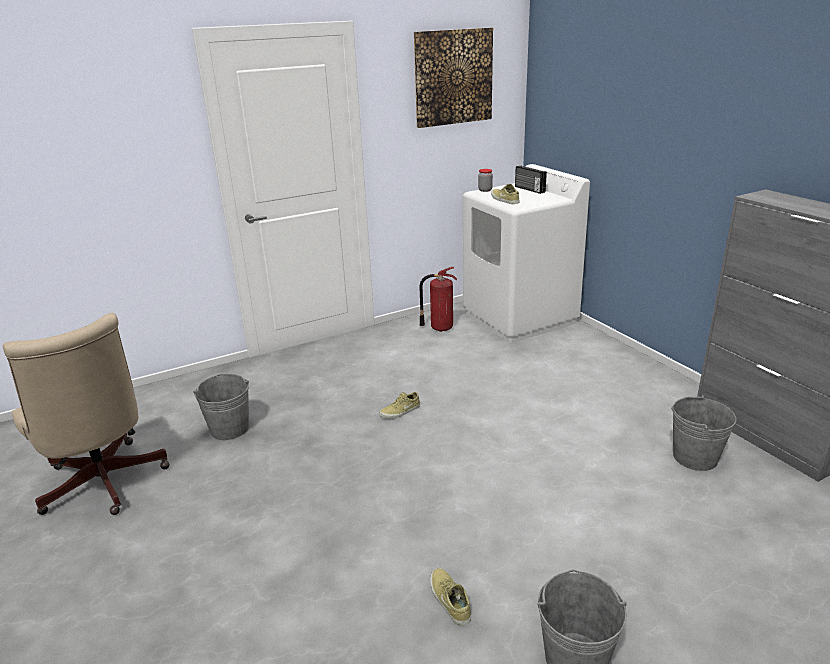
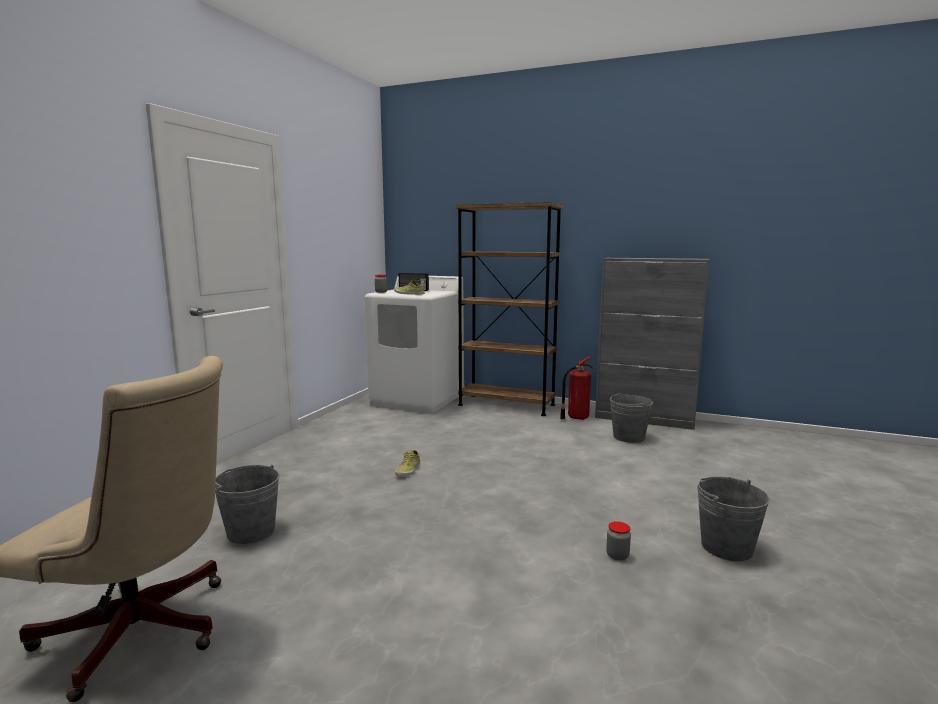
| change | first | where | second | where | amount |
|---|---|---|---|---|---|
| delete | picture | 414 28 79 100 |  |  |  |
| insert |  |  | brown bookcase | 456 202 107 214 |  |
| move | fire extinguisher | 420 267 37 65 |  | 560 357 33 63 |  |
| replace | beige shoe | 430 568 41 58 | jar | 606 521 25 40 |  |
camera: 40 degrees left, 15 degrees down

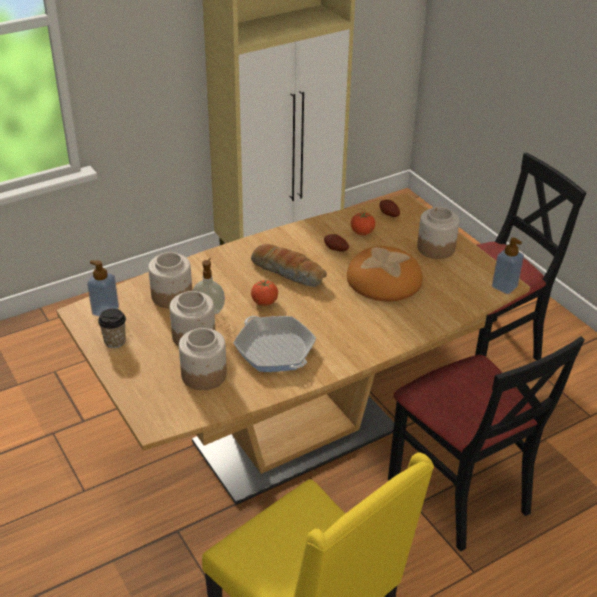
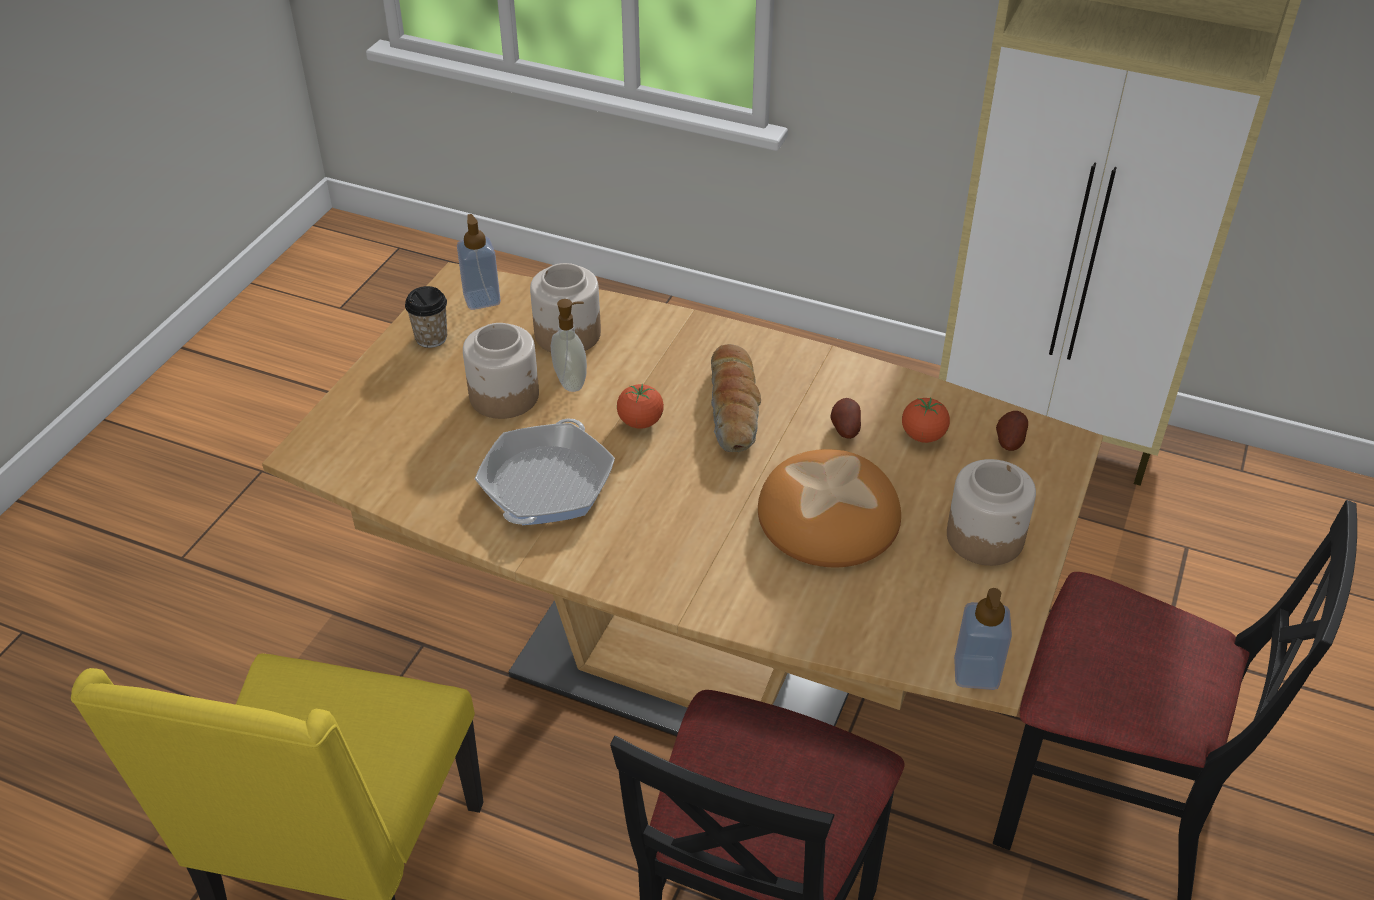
| change | first | where | second | where | amount |
|---|---|---|---|---|---|
| delete | jar | 179 328 48 62 |  |  |  |
camera: 55 degrees right, 5 degrees up

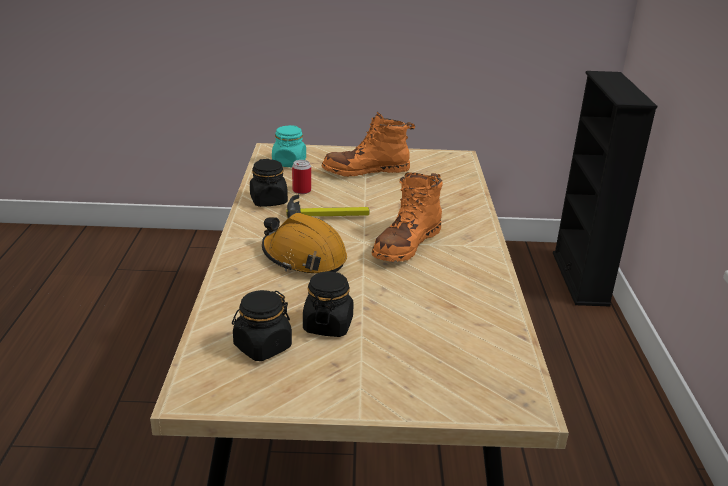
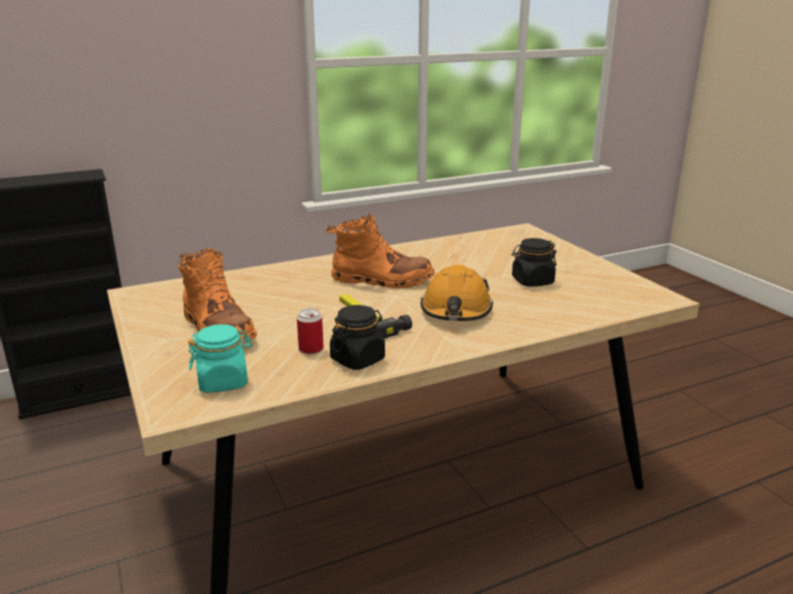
| change | first | where | second | where | amount |
|---|---|---|---|---|---|
| delete | black jar | 232 290 60 71 |  |  |  |
camera: 115 degrees left, 5 degrees down

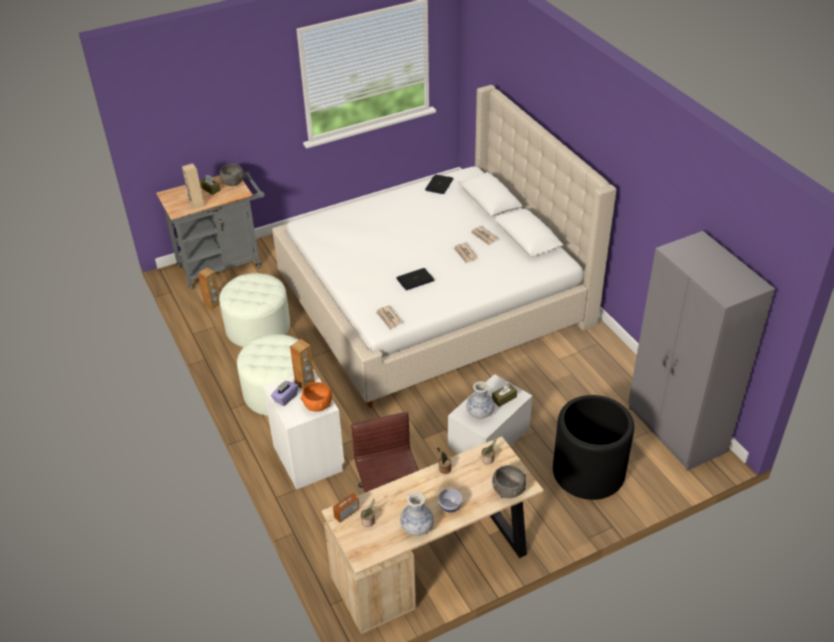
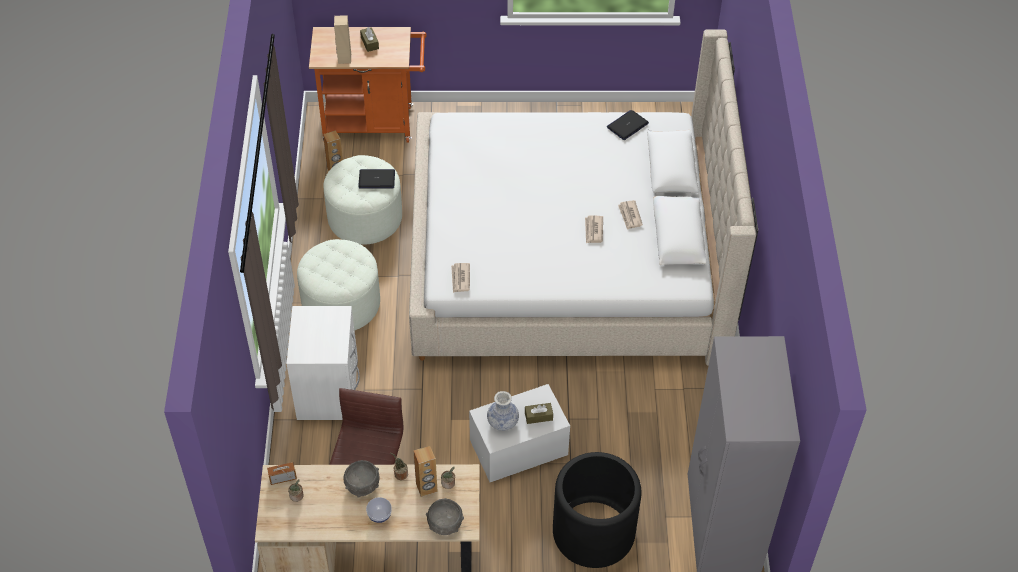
| change | first | where | second | where | amount |
|---|---|---|---|---|---|
| delete | purple tissue box | 271 380 27 26 |  |  |  |
| delete | orange bowl | 301 382 32 30 |  |  |  |
| delete | vase | 400 492 34 44 |  |  |  |
| move | grey bowl | 220 164 24 22 |  | 343 460 37 38 |  |
| move | brown speaker | 290 339 25 50 |  | 414 446 24 51 |  |
| move | laptop | 396 268 38 22 |  | 358 169 37 19 |  |
| recolor | grey cart | 156 172 109 118 | orange cart | 309 27 117 116 |  |
camera: 25 degrees right, 10 degrees up

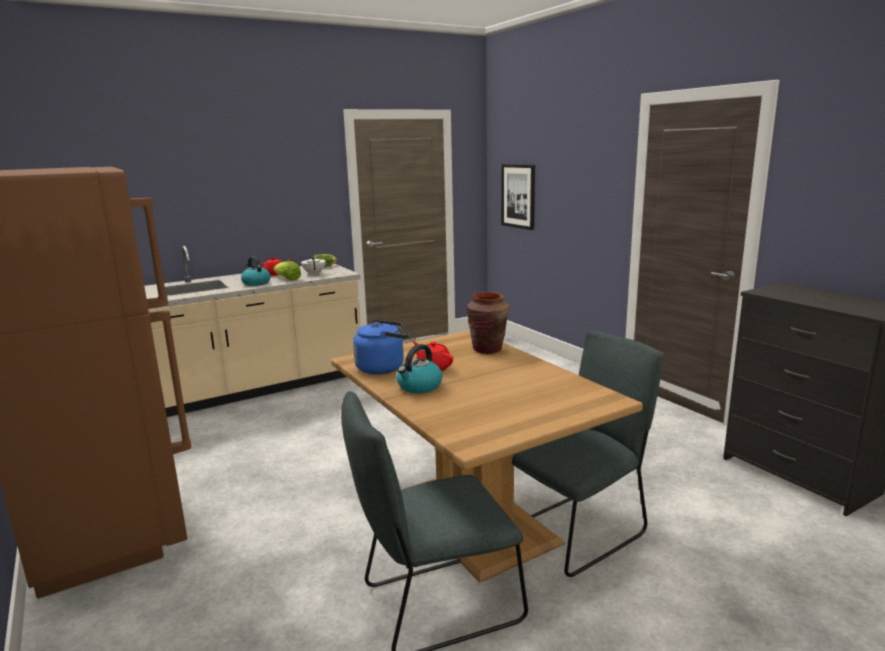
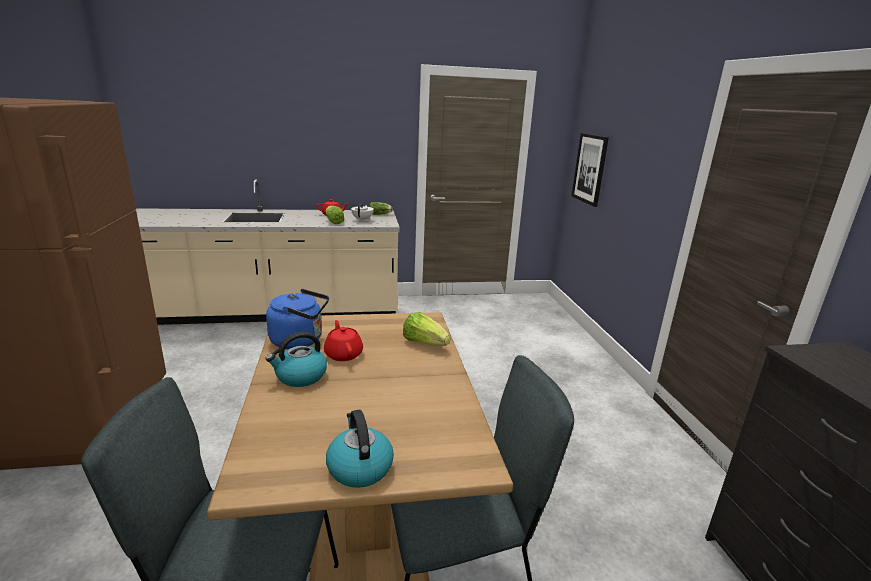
| change | first | where | second | where | amount |
|---|---|---|---|---|---|
| move | kettle | 241 257 30 29 |  | 326 410 68 78 |  |
| replace | brown vase | 467 292 42 62 | lettuce | 403 312 47 34 |  |
camera: 20 degrees right, 5 degrees up

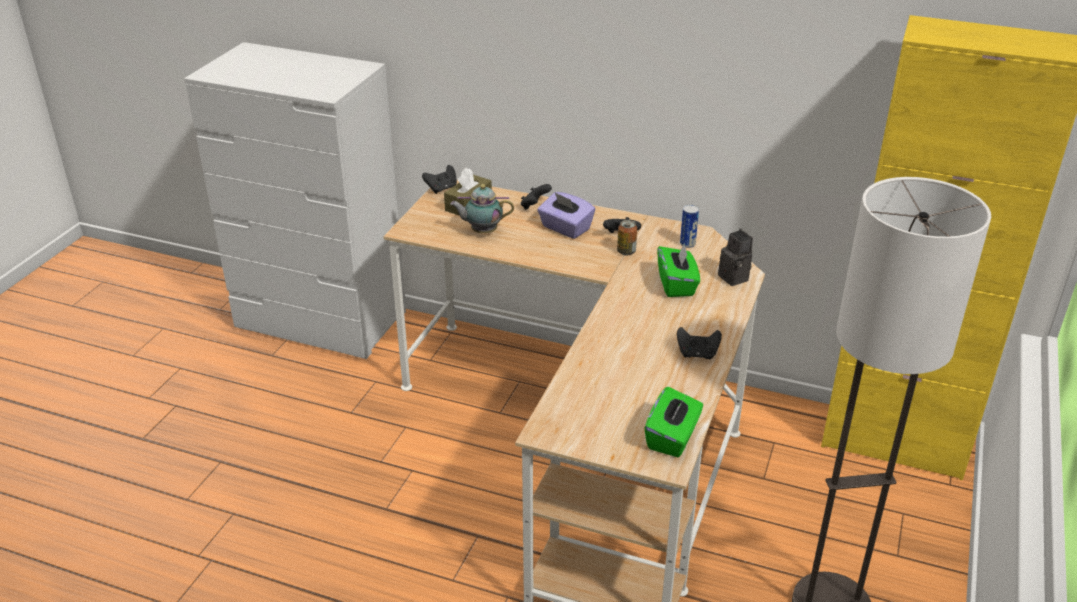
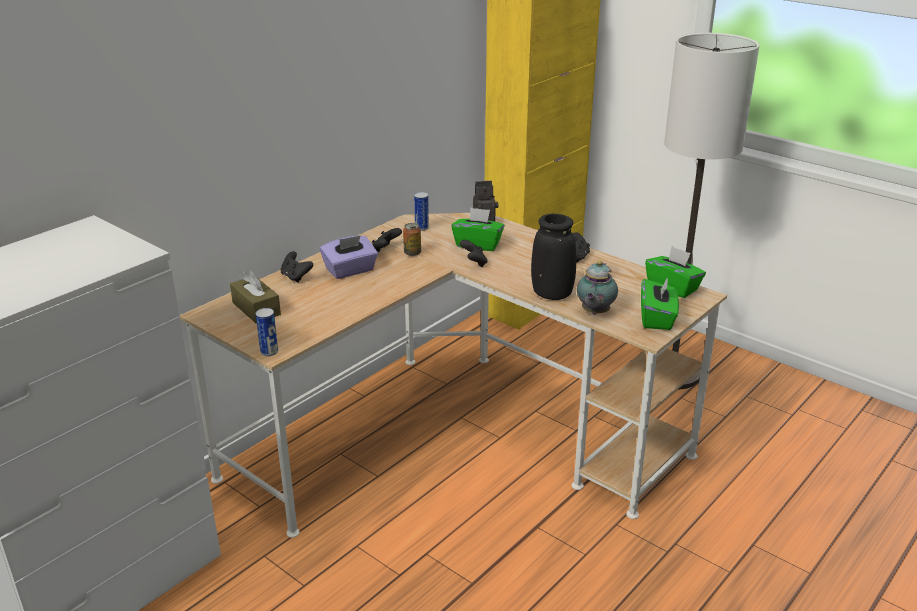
| change | first | where | second | where | amount |
|---|---|---|---|---|---|
| insert |  |  | can | 256 308 22 48 |  |
| insert |  |  | black vase | 531 214 45 86 |  |
| insert |  |  | green tissue box | 641 277 38 53 |  |
| move | black game controller | 422 165 35 29 |  | 460 240 28 27 |  |
| move | teapot | 450 184 64 49 |  | 577 261 41 54 |  |
camera: 70 degrees left, 5 degrees down

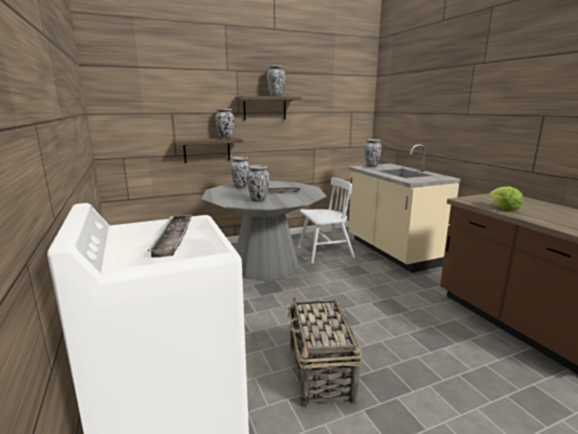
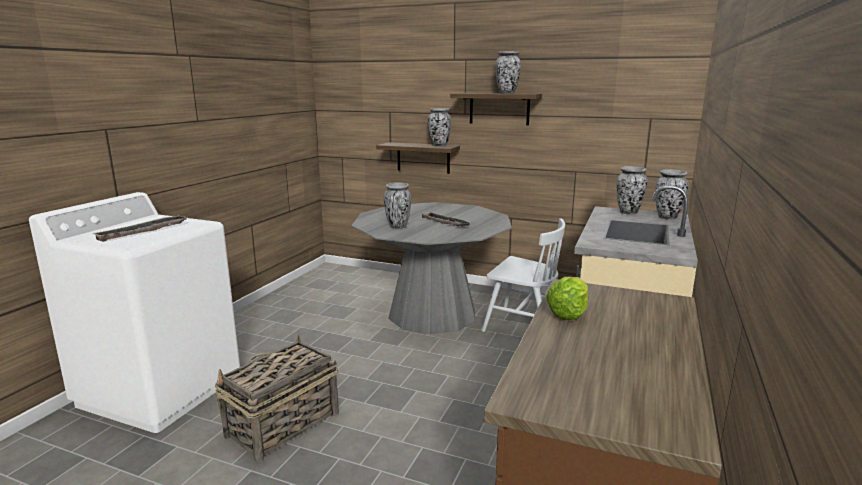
| change | first | where | second | where | amount |
|---|---|---|---|---|---|
| move | vase | 230 157 20 32 |  | 655 169 34 51 |  |
camera: 45 degrees right, 0 degrees up

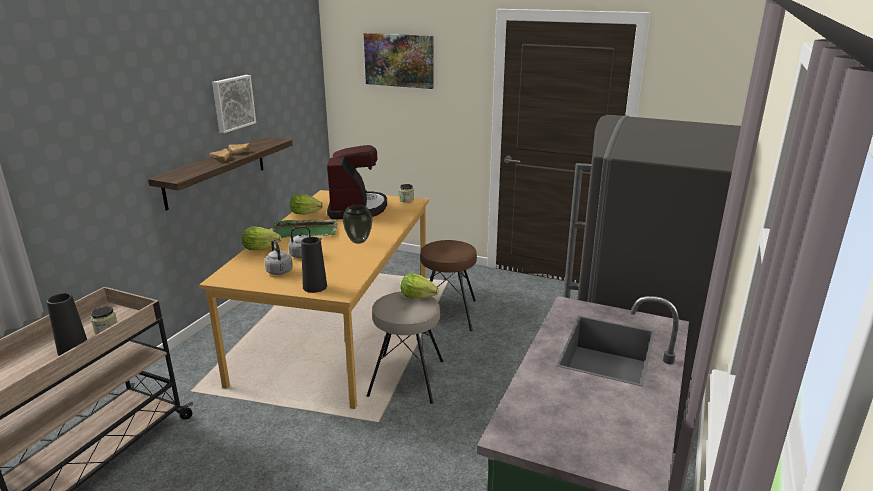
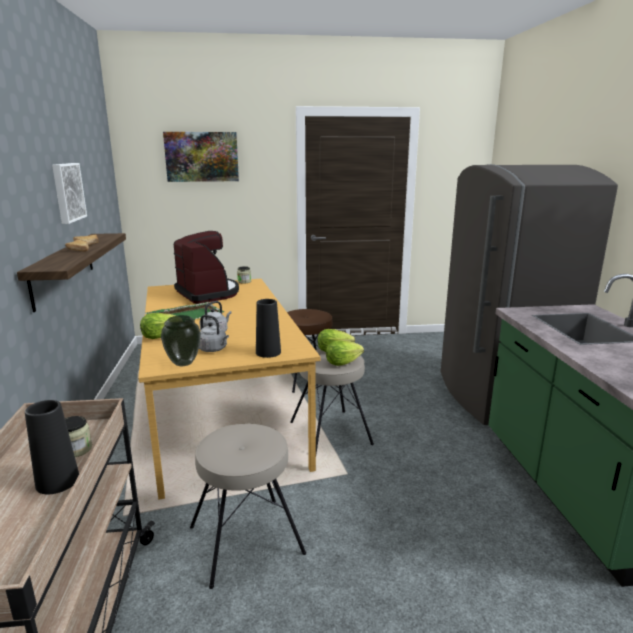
| change | first | where | second | where | amount |
|---|---|---|---|---|---|
| insert |  |  | beige stool | 190 424 116 165 |  |
| move | lettuce | 290 194 33 21 |  | 326 340 38 26 |  |
| move | vase | 343 204 30 40 |  | 161 315 40 51 |  |
camera: 30 degrees left, 5 degrees down

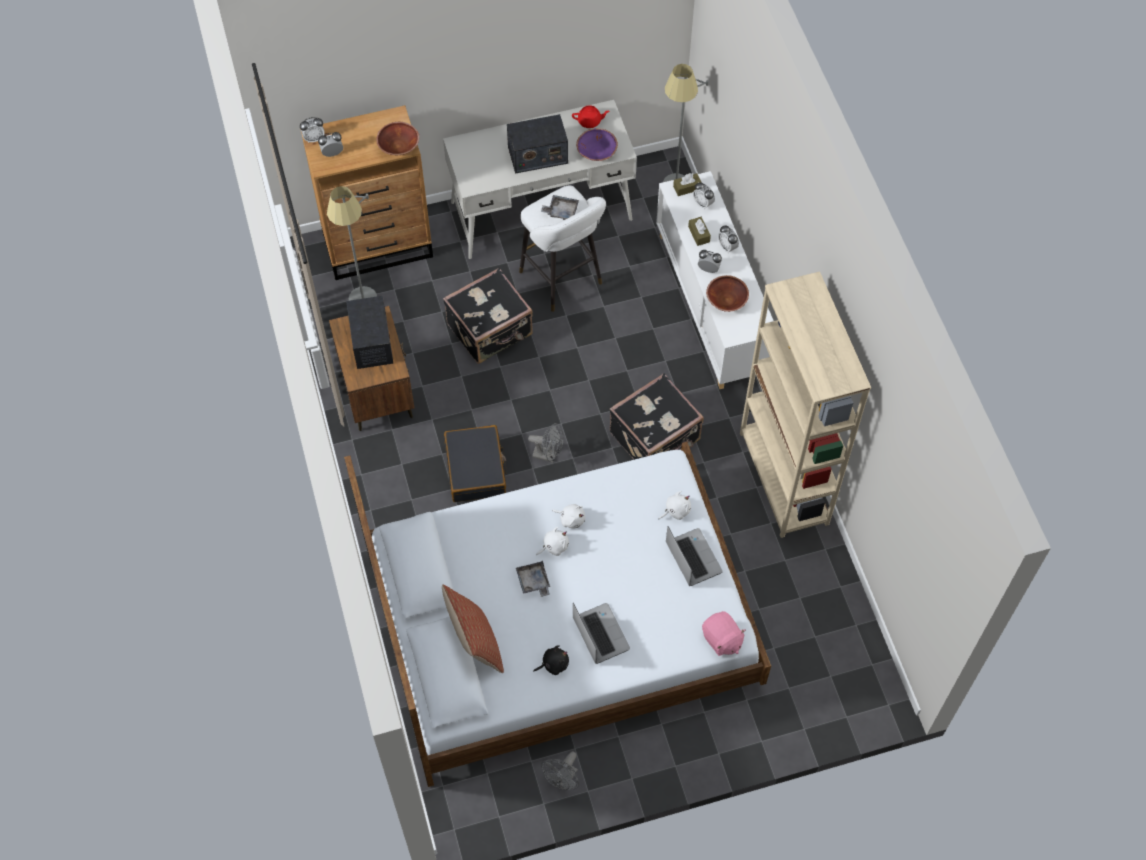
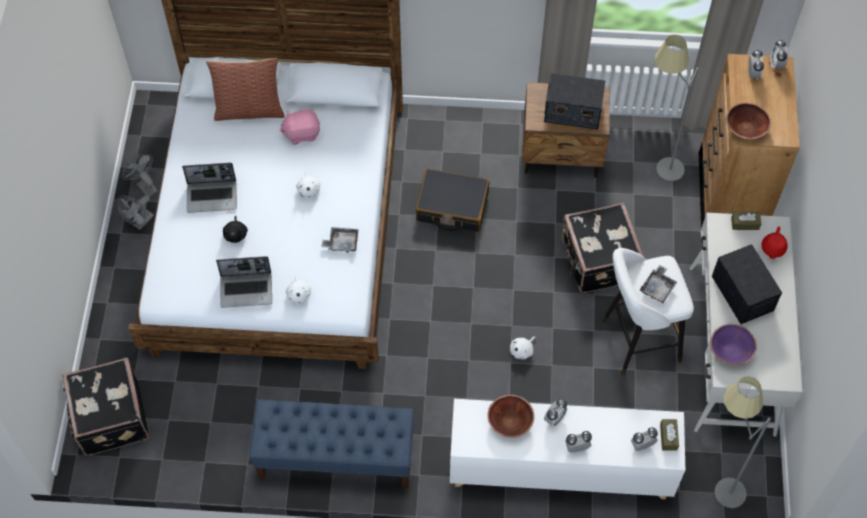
| change | first | where | second | where | amount |
|---|---|---|---|---|---|
| move | grey tray | 516 560 34 37 |  | 322 227 37 26 |  |
| move | grey fan | 528 423 36 40 |  | 118 195 36 35 |  |
| move | black plush toy | 533 645 36 30 |  | 223 216 25 27 |  |
| move | white plush toy | 552 504 33 25 |  | 510 336 26 23 |  |
| move | red teapot | 572 105 38 23 |  | 762 226 26 33 |  |
| move | black suitcase | 610 373 94 87 |  | 62 358 87 98 |  |
| move | brown tissue box | 688 217 23 29 |  | 731 212 30 18 |  |
| move | pink plush toy | 702 611 44 45 |  | 279 109 41 36 |  |
| replace | beige bookcase | 740 271 131 267 | blue bench | 249 400 165 88 |  |
| rotate | radio | 507 114 61 60 |  | 712 244 70 80 | 150 degrees clockwise |
camera: 110 degrees right, 0 degrees up

